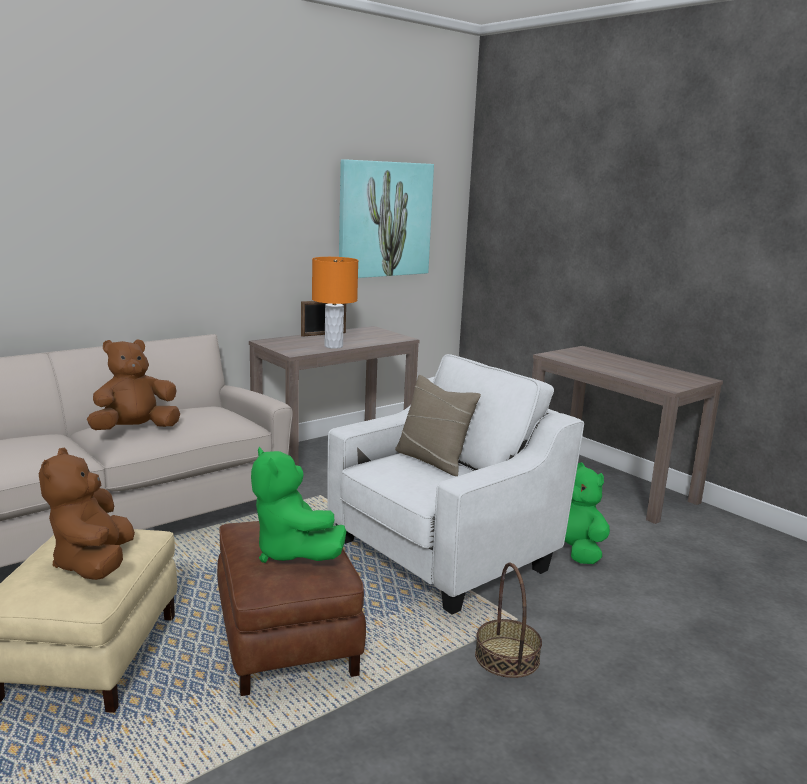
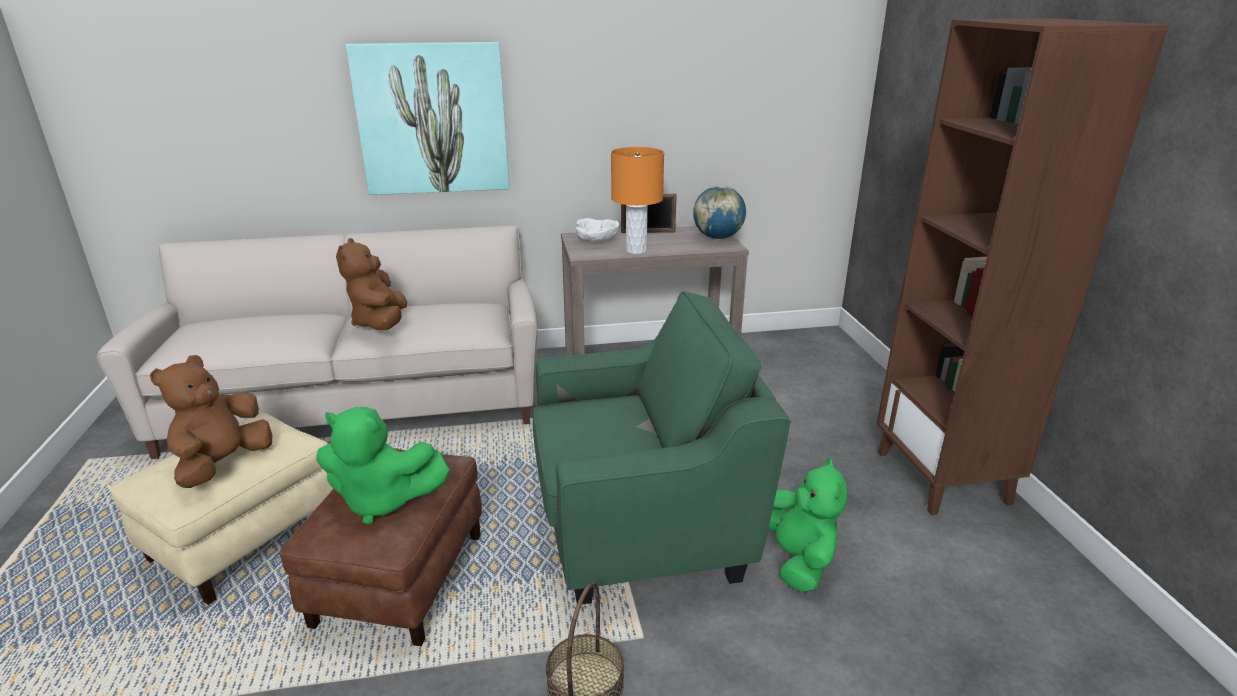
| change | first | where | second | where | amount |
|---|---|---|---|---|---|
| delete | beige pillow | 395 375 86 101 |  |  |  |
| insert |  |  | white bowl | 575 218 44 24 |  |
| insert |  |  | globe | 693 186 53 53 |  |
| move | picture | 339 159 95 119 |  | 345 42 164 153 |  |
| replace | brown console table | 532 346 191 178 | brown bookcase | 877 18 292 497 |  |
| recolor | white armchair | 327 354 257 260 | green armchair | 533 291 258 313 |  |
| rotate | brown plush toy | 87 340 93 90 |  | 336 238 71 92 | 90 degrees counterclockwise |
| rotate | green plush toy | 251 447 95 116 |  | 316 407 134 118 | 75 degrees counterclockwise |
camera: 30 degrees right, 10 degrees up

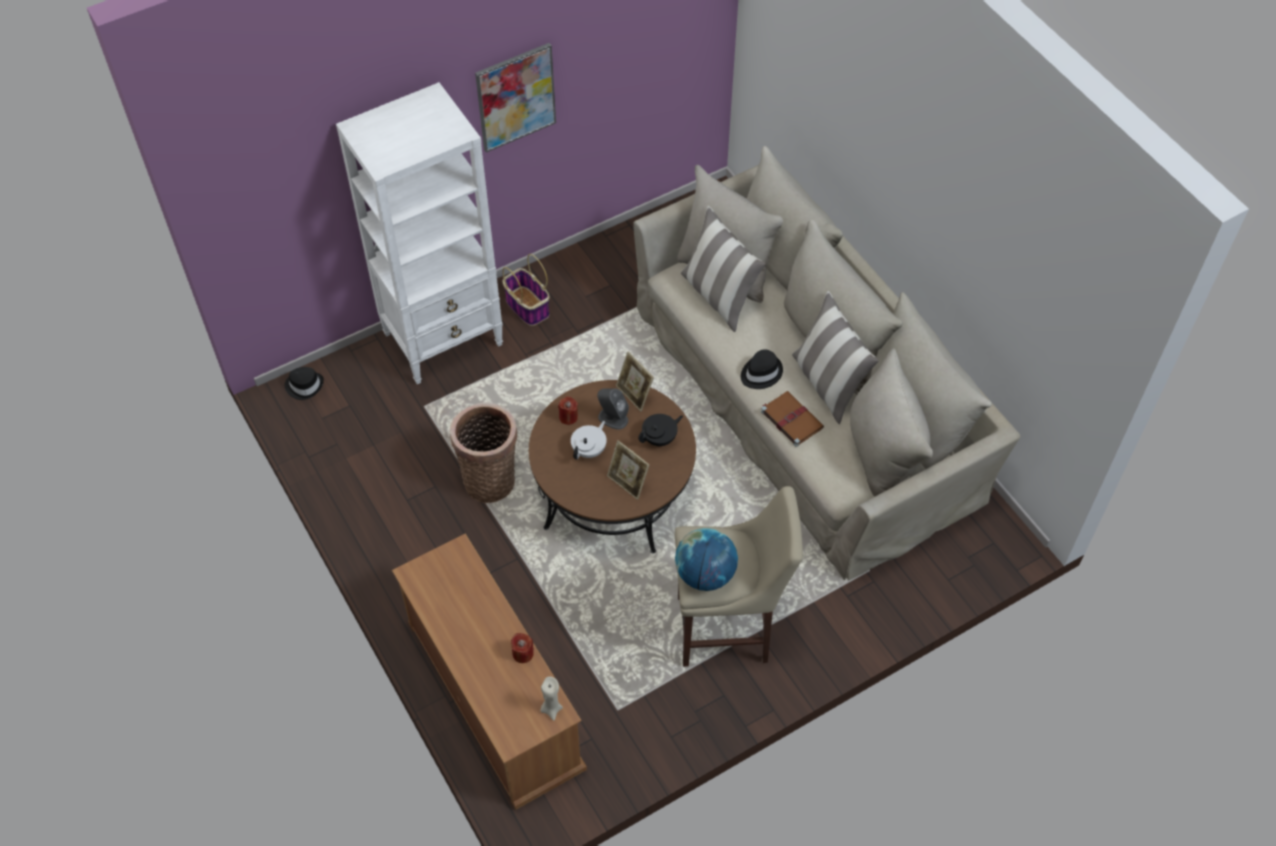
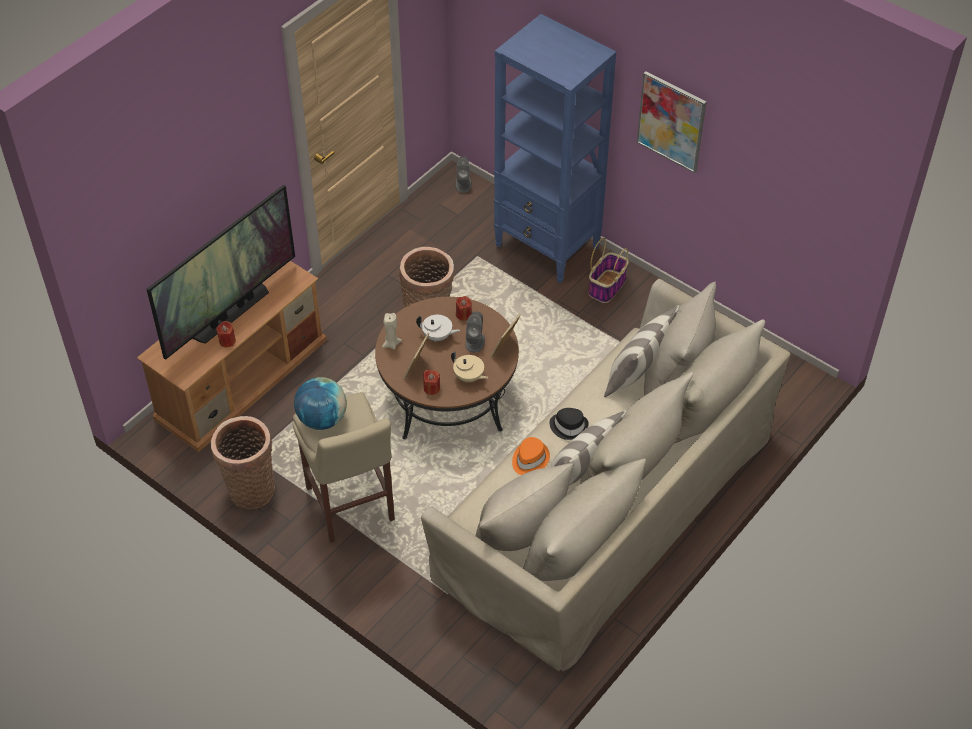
| change | first | where | second | where | amount |
|---|---|---|---|---|---|
| insert |  |  | television | 147 185 148 175 |  |
| insert |  |  | basket | 211 416 64 93 |  |
| insert |  |  | red candle | 423 369 17 26 |  |
| move | beige candle | 541 677 22 44 |  | 382 313 20 37 |  |
| replace | black hat | 285 367 39 33 | grey speaker | 455 156 17 37 |  |
| replace | brown book | 761 391 63 56 | orange hat | 512 437 38 38 |  |
| recolor | white bookcase | 336 82 167 302 | blue bookcase | 494 14 122 269 |  |
| recolor | black teapot | 638 414 45 32 | beige teapot | 451 351 37 31 |  |
camera: 70 degrees right, 5 degrees down

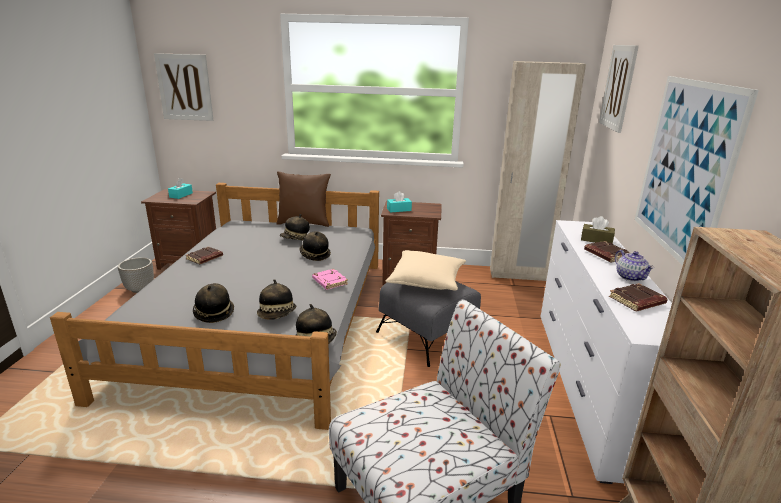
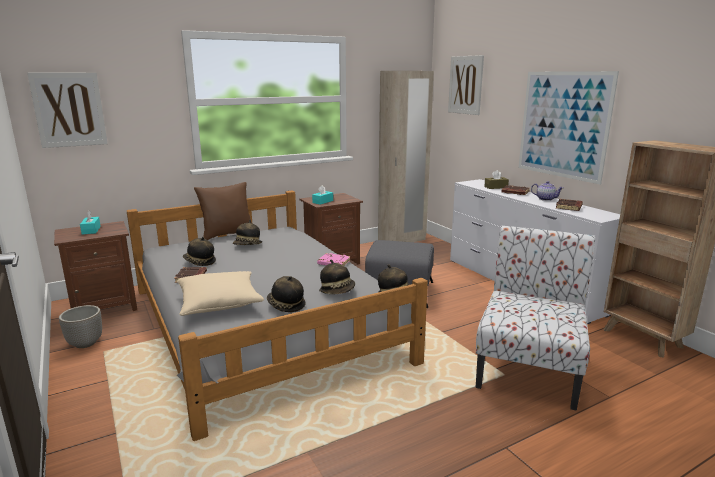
| change | first | where | second | where | amount |
|---|---|---|---|---|---|
| move | hat | 300 231 31 30 |  | 183 237 33 29 |  |
| move | beige pillow | 386 250 80 40 |  | 177 271 87 45 |  |
camera: 35 degrees left, 5 degrees down

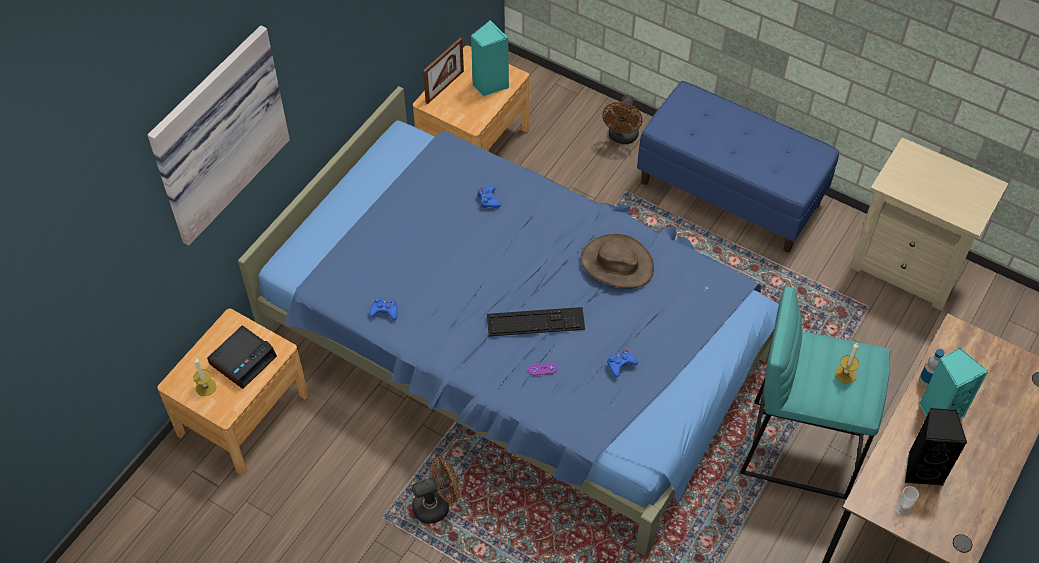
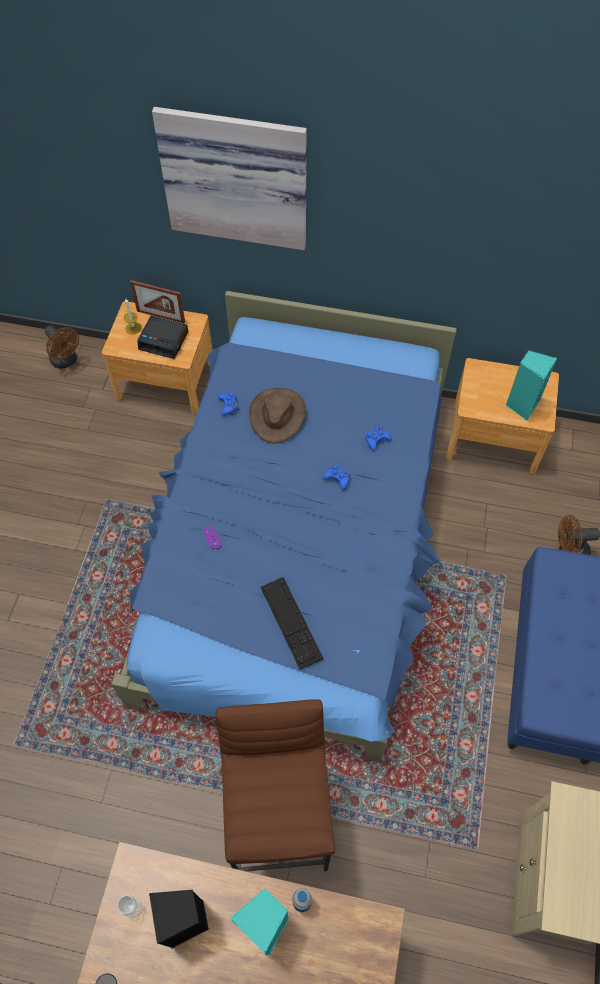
| change | first | where | second | where | amount |
|---|---|---|---|---|---|
| delete | candle | 835 343 24 40 |  |  |  |
| move | brown fan | 412 456 47 68 |  | 45 326 34 43 |  |
| move | picture frame | 423 37 41 67 |  | 130 280 55 44 |  |
| move | keyboard | 487 307 98 29 |  | 261 577 63 93 |  |
| move | brown hat | 581 234 73 54 |  | 249 388 57 56 |  |
| move | blue game controller | 607 349 31 29 |  | 323 465 27 25 |  |
| recolor | turquoise stool | 740 286 150 213 | brown stool | 216 699 119 172 |  |
camera: 70 degrees right, 5 degrees up

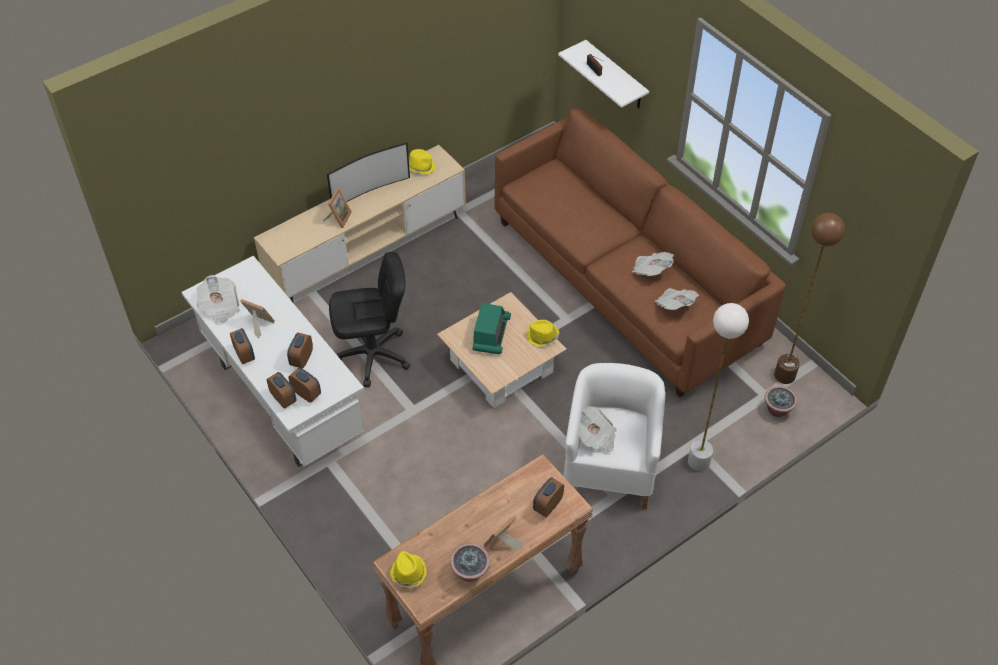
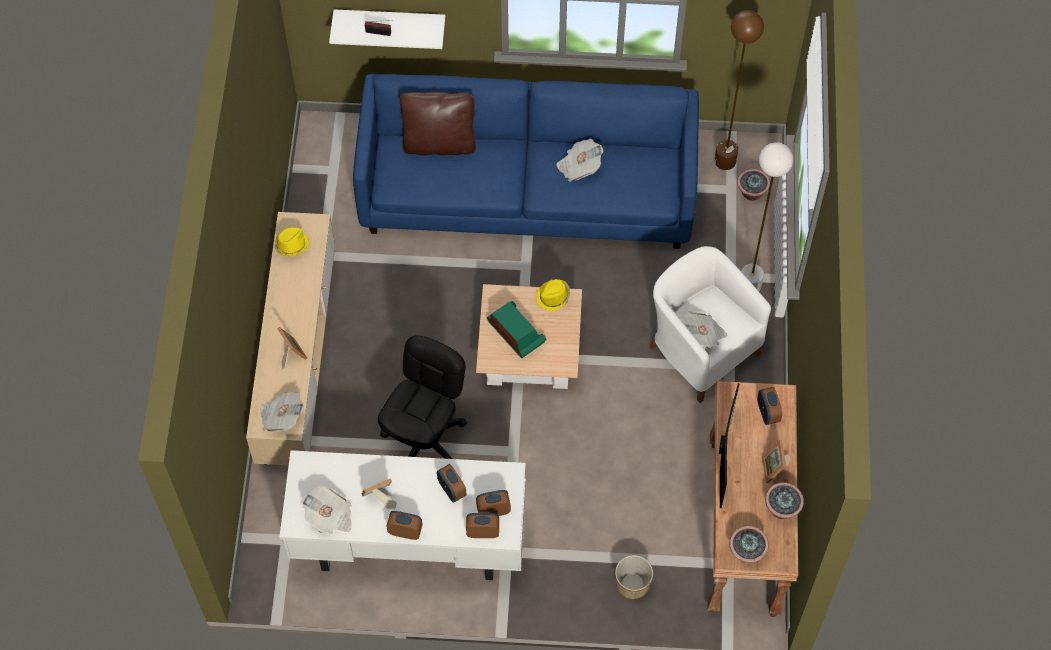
| change | first | where | second | where | amount |
|---|---|---|---|---|---|
| insert |  |  | brown pillow | 399 92 77 64 |  |
| insert |  |  | planter | 615 555 38 44 |  |
| move | television | 327 142 83 60 |  | 719 383 21 125 |  |
| move | newspaper | 654 288 45 22 |  | 260 391 44 41 |  |
| replace | yellow hat | 390 551 37 37 | potted plant | 730 526 39 37 |  |
| recolor | brown sofa | 494 108 292 289 | blue sofa | 353 74 346 175 |  |
camera: 50 degrees left, 10 degrees up

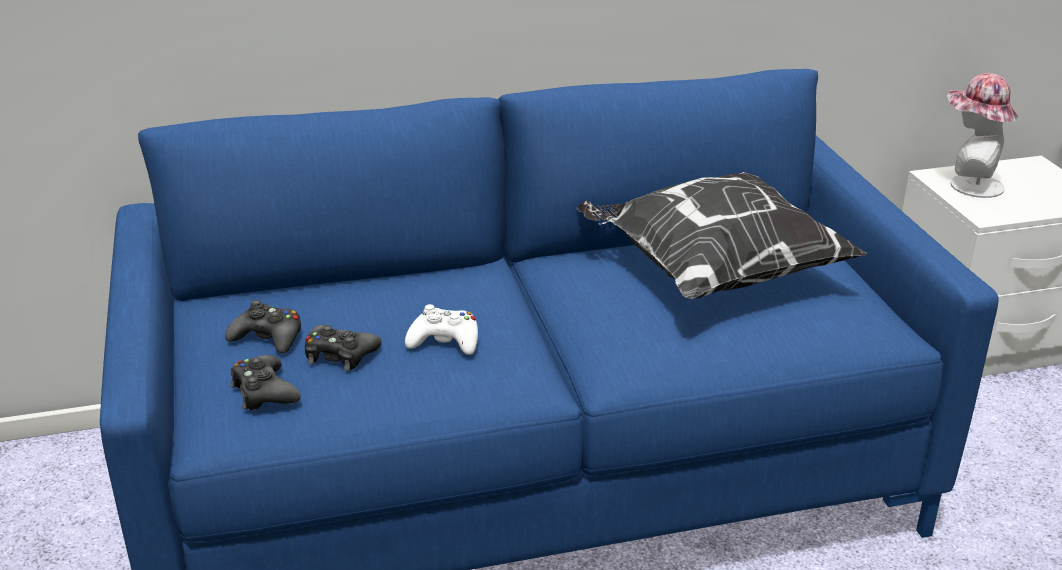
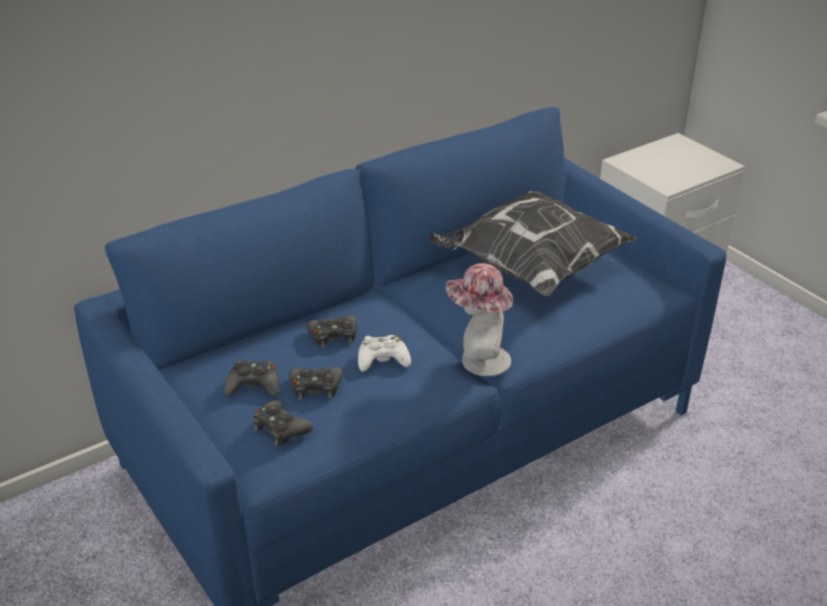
| change | first | where | second | where | amount |
|---|---|---|---|---|---|
| insert |  |  | black game controller | 306 315 51 33 |  |
| move | hat | 947 73 71 125 |  | 446 263 67 113 |  |
camera: 20 degrees left, 5 degrees up

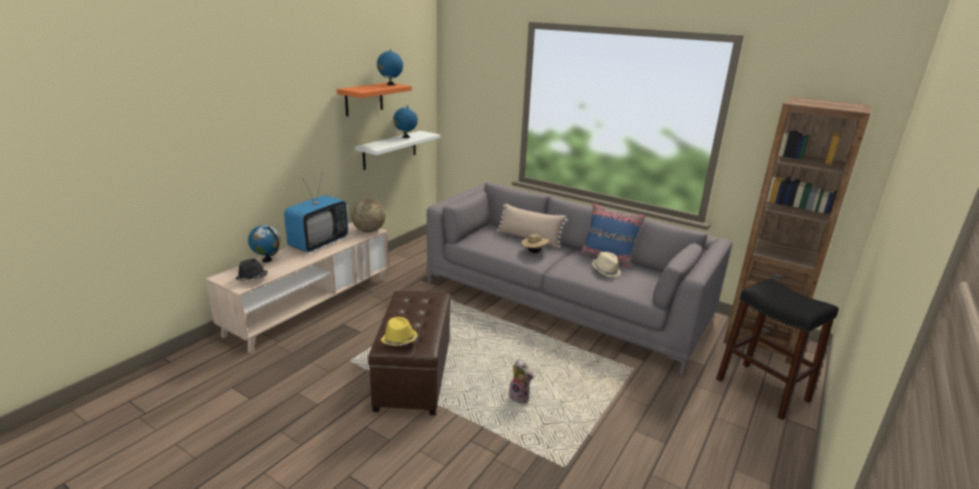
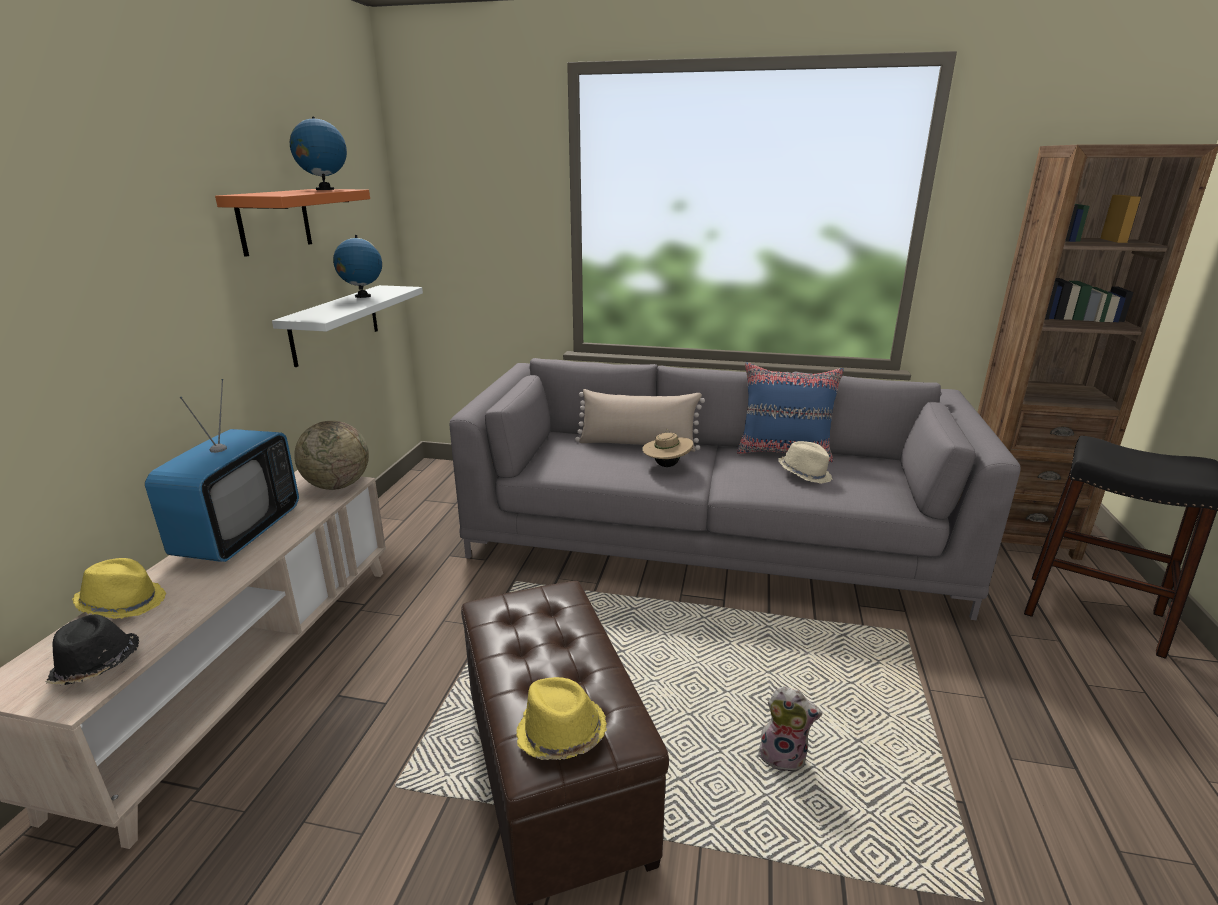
| change | first | where | second | where | amount |
|---|---|---|---|---|---|
| replace | globe | 248 225 33 37 | yellow hat | 72 558 94 61 |  |
camera: 20 degrees left, 0 degrees up

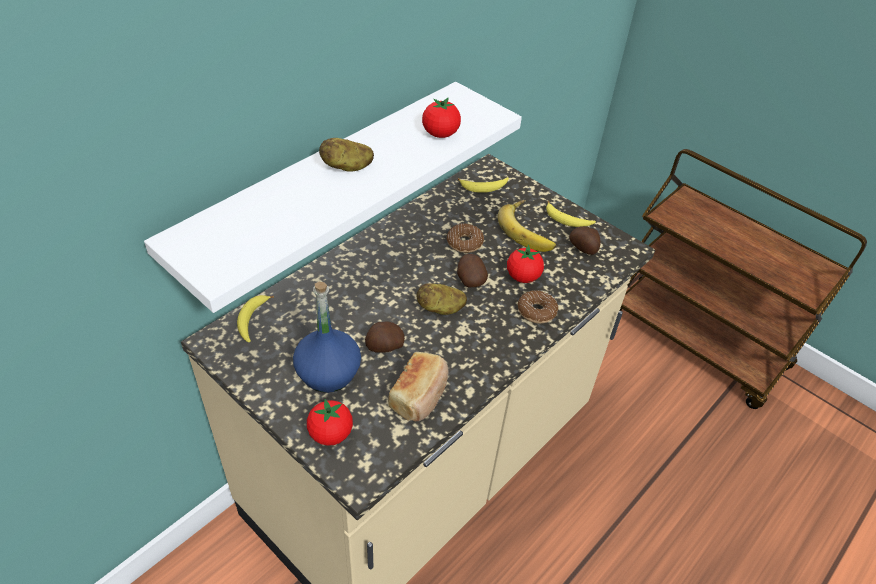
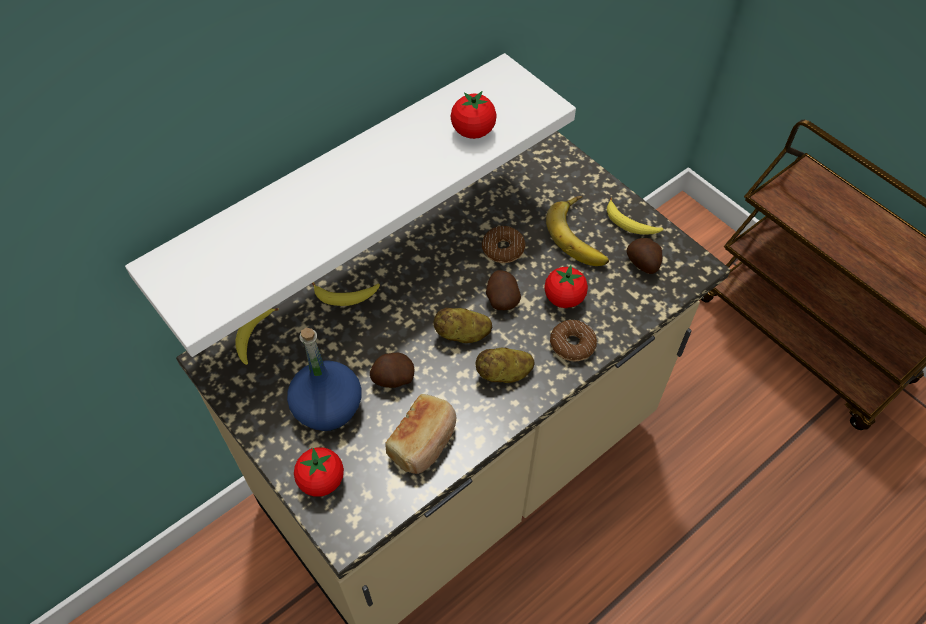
| change | first | where | second | where | amount |
|---|---|---|---|---|---|
| move | potato | 319 138 55 34 |  | 476 348 59 35 |  |
| move | banana | 458 177 51 16 |  | 312 282 68 24 |  |
camera: 10 degrees right, 10 degrees up

